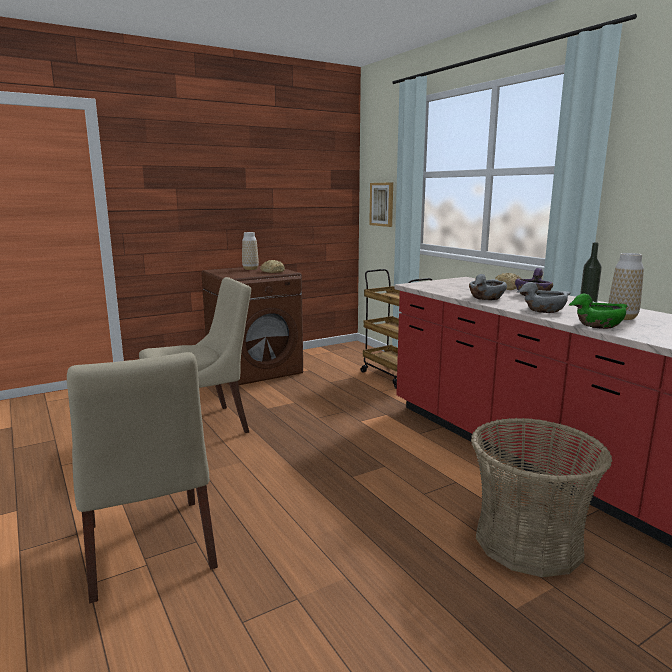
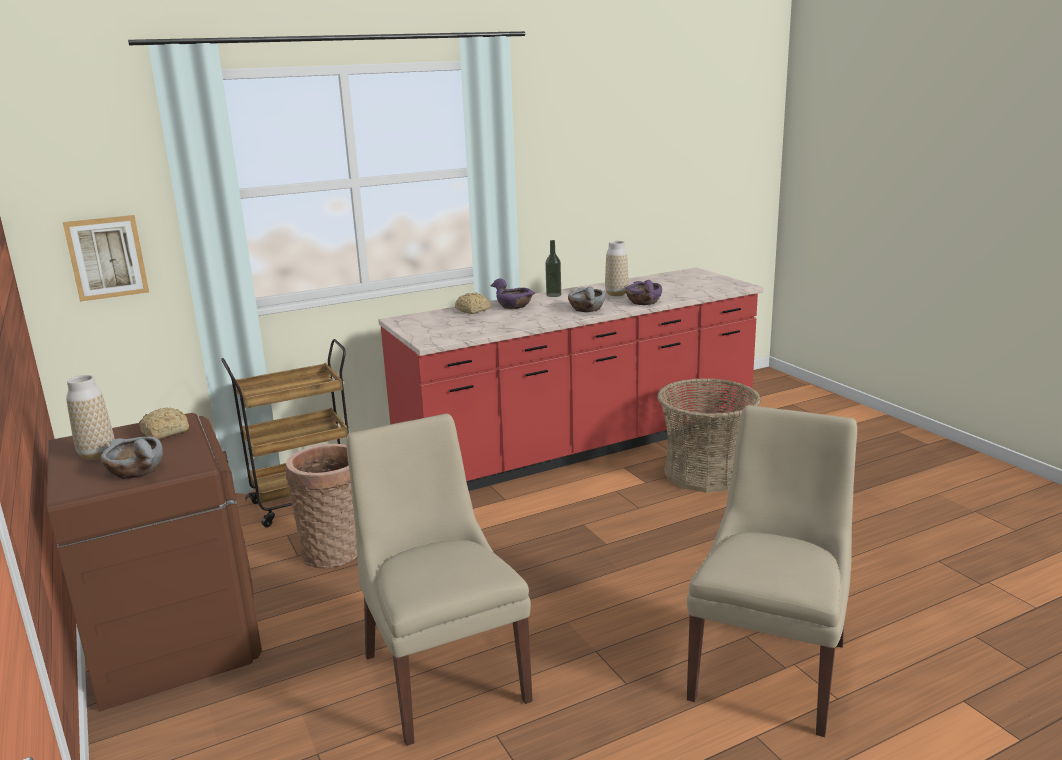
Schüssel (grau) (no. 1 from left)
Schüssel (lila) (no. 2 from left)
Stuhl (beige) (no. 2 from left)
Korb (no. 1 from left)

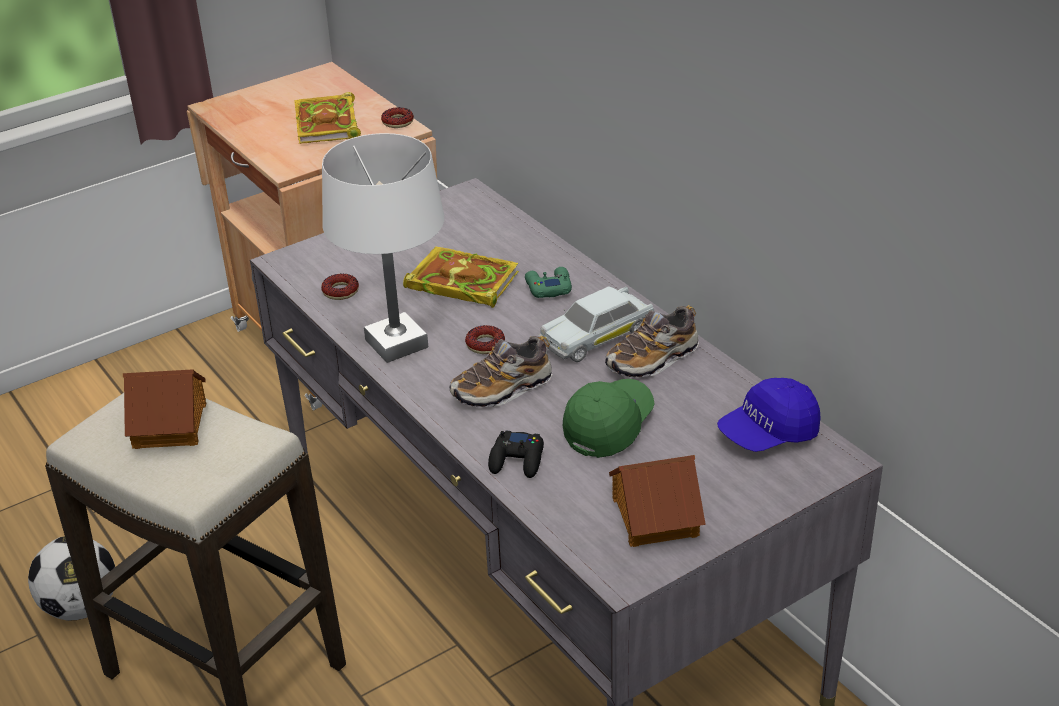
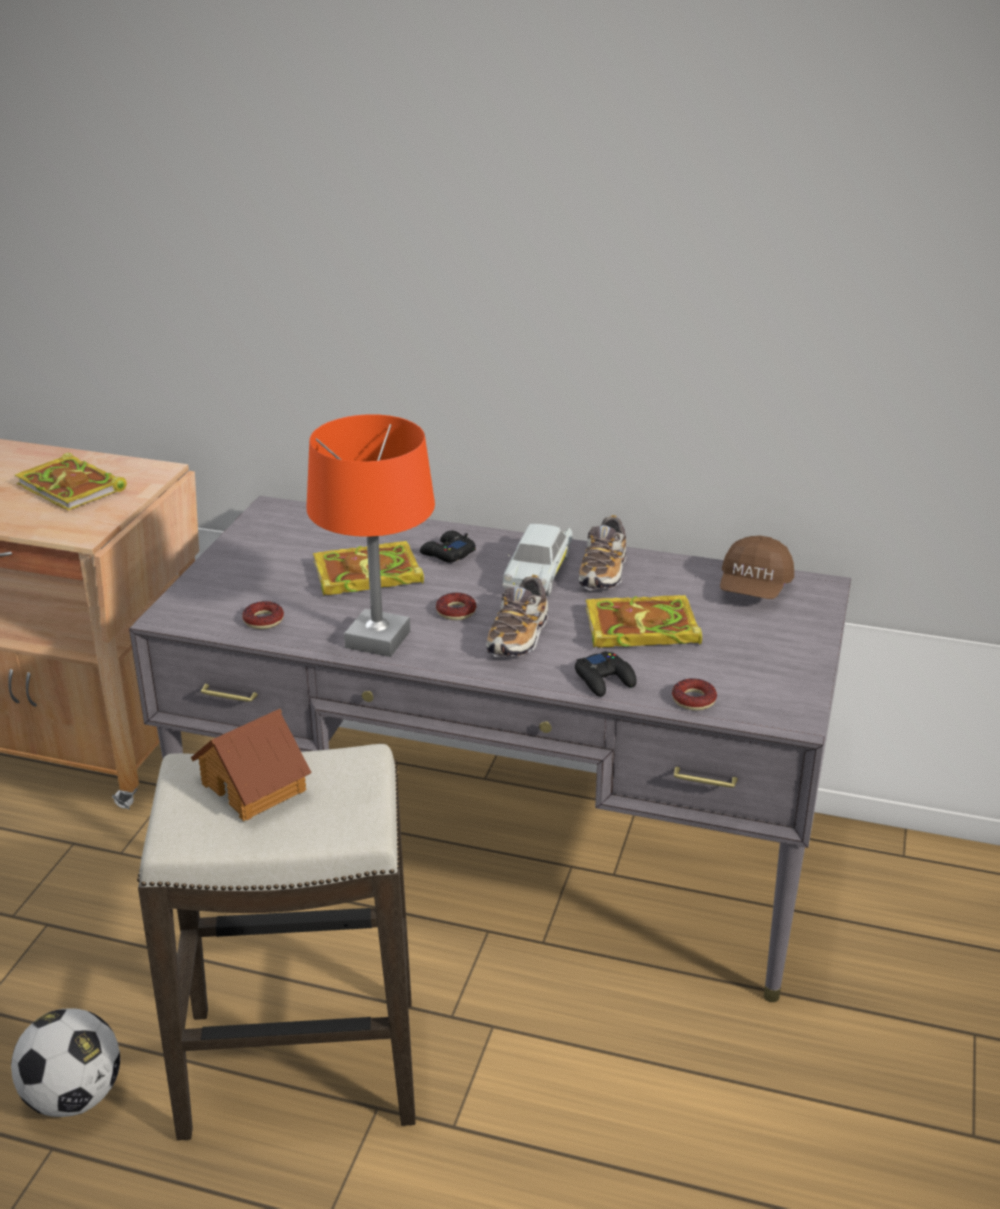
Donut (no. 3 from left)
Tischlampe (orange)
Gamepad (schwarz) (no. 1 from left)
Kappe (braun)
Buch (no. 3 from left)
Spielzeughaus (no. 2 from left in the first image)

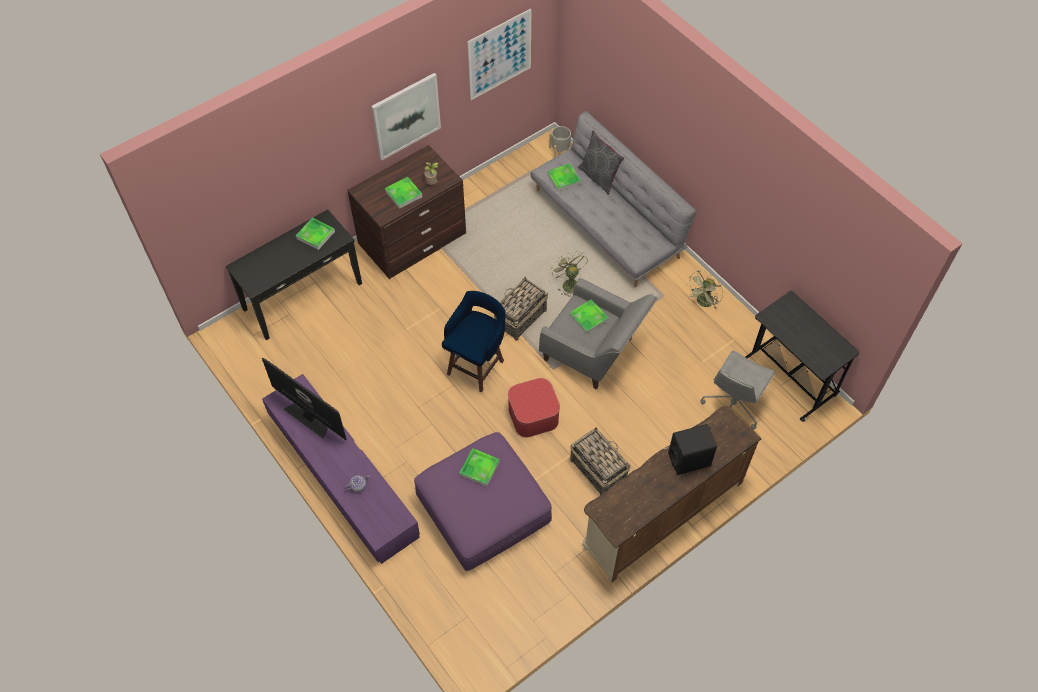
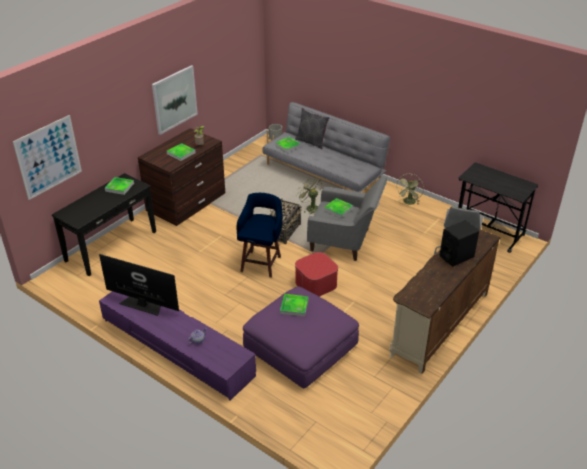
Bild (no. 1 from left)
Korb (no. 2 from left in the first image)

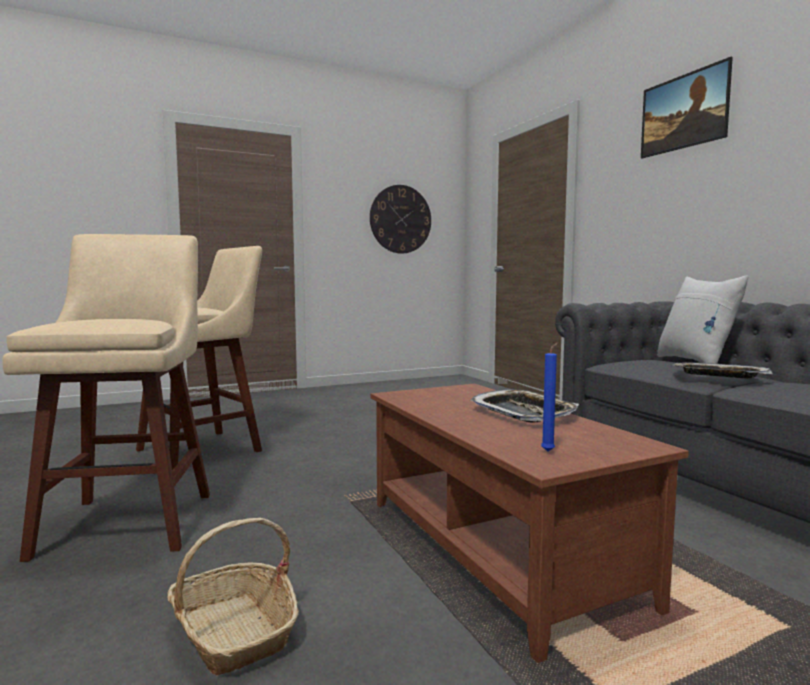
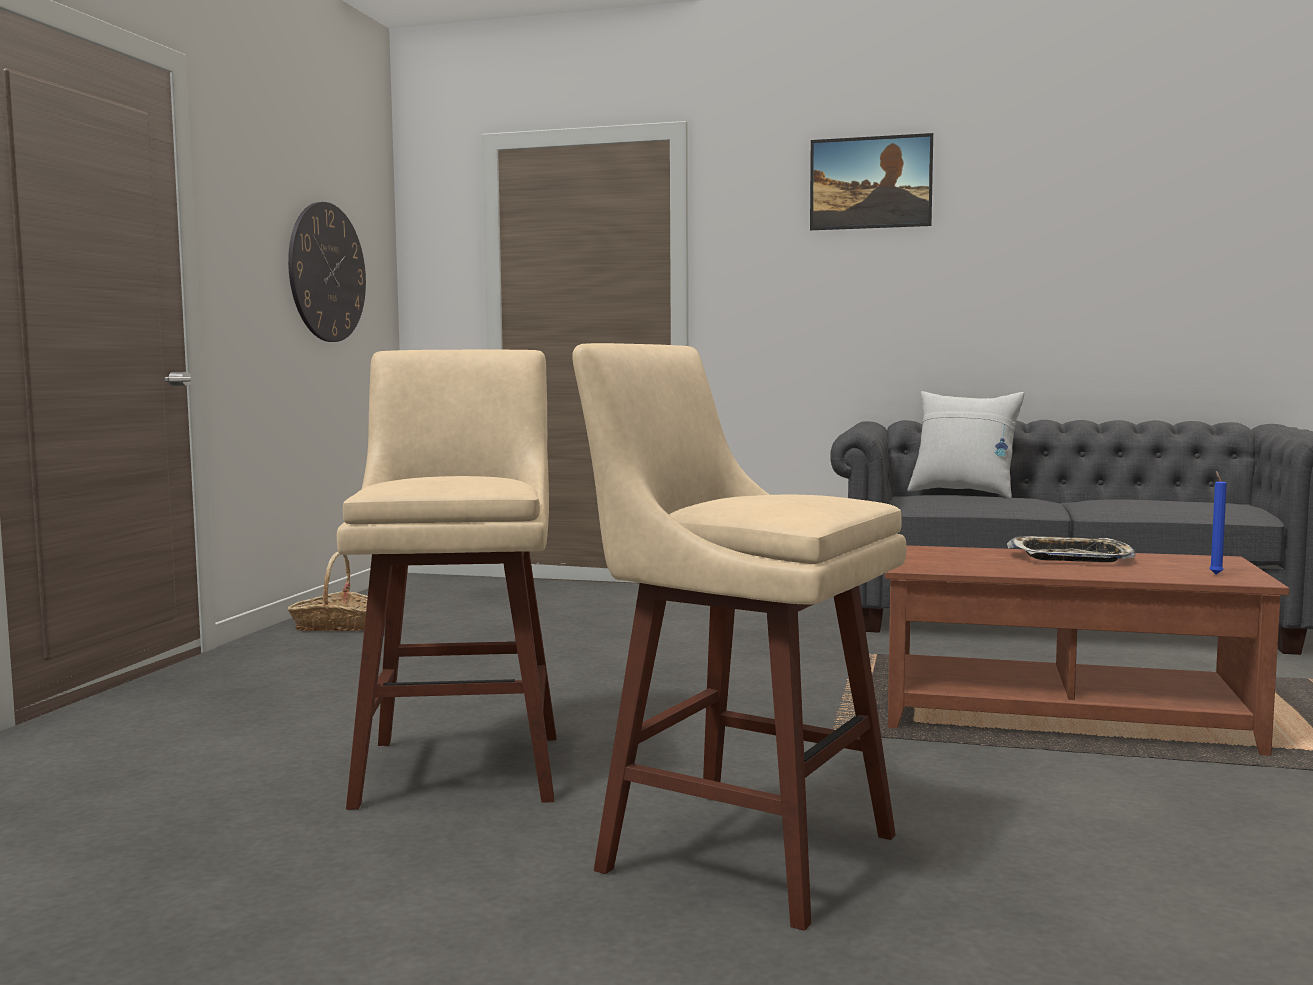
Tablett (no. 2 from left in the first image)
Korb

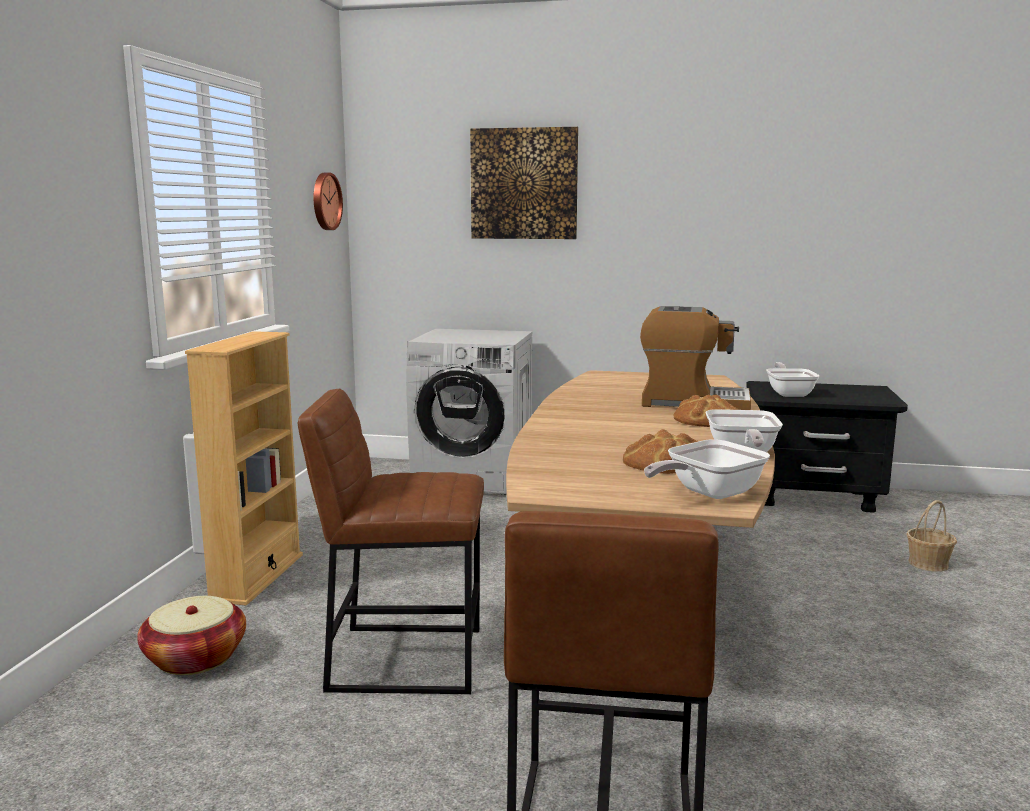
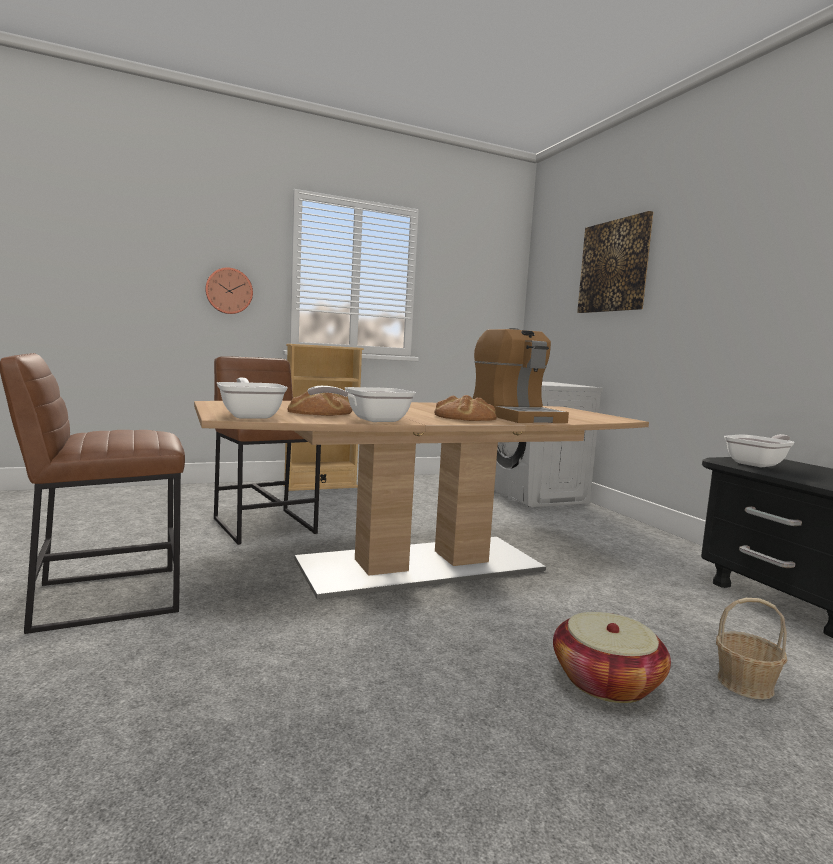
Wanduhr
Pfanne (no. 1 from left)
Korb (no. 1 from left)

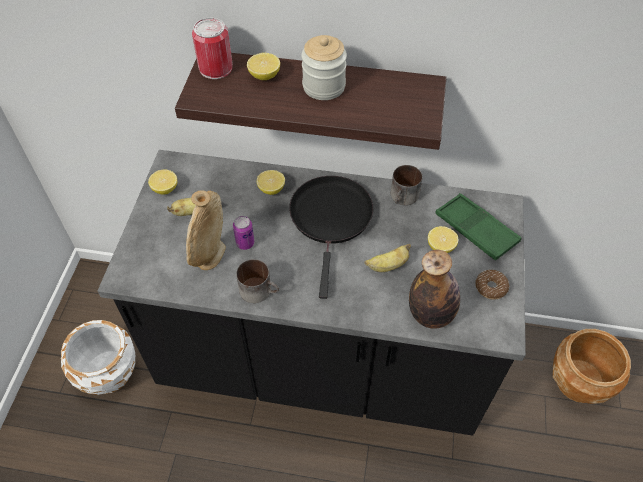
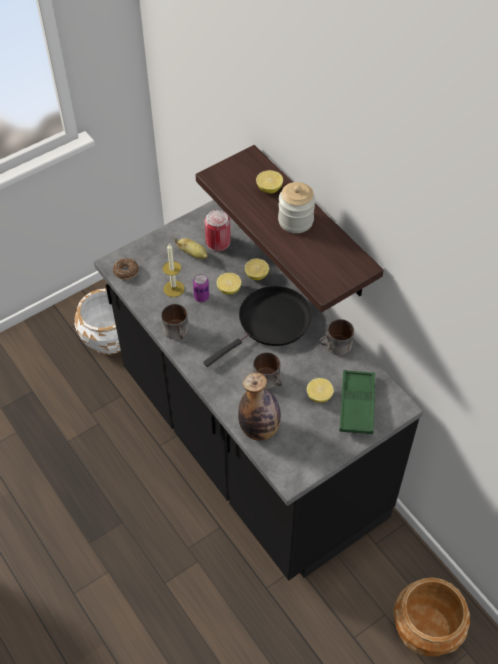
Dose (no. 2 from left)
Zitrone (no. 1 from left)
Kerze
Henkelbecher (no. 2 from left)
Donut

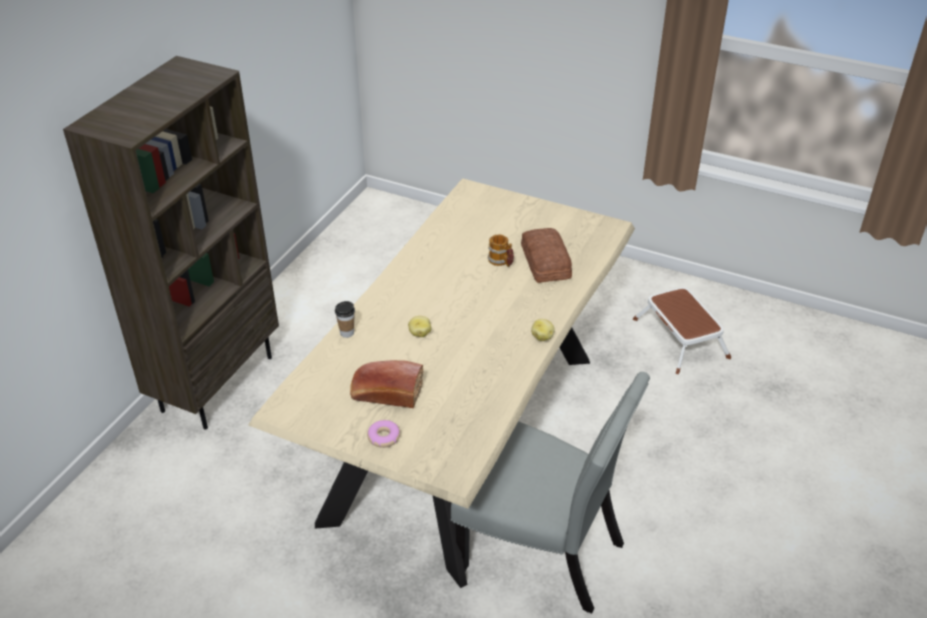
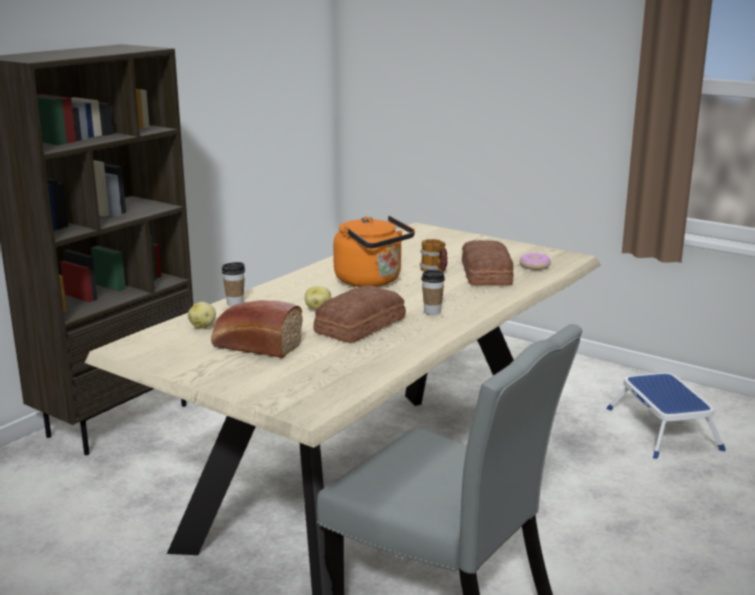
Trittleiter (blau)
Kartoffel (no. 1 from left)
Donut
Wasserkessel (orange)
Tasse (no. 2 from left)
Brot (no. 2 from left)

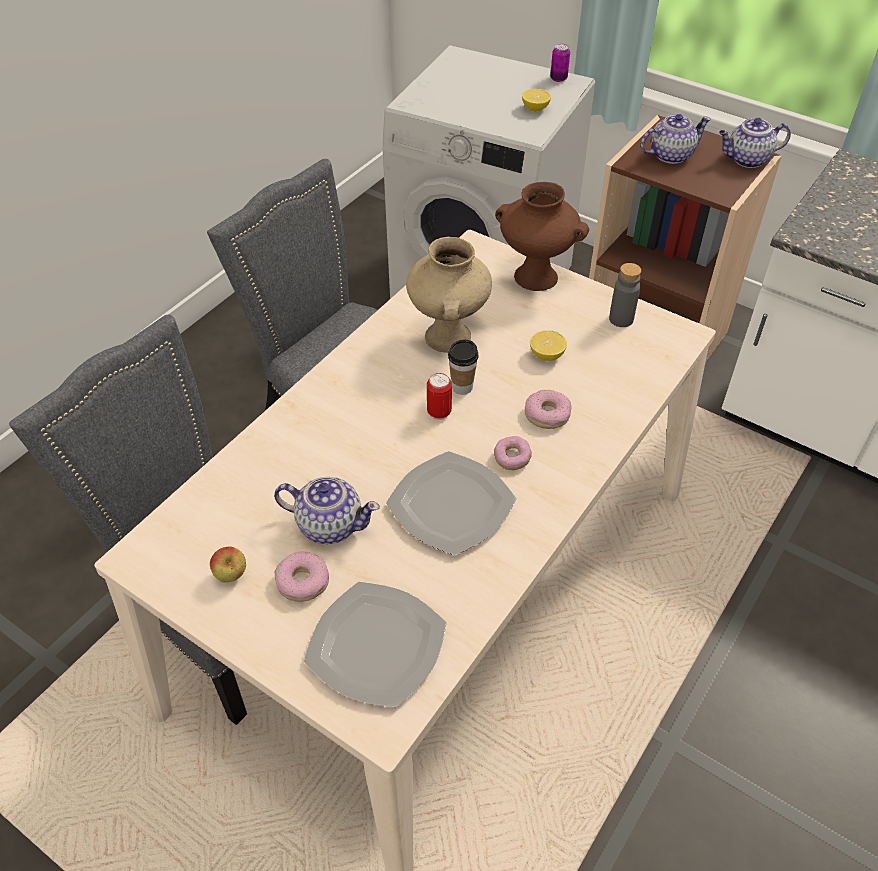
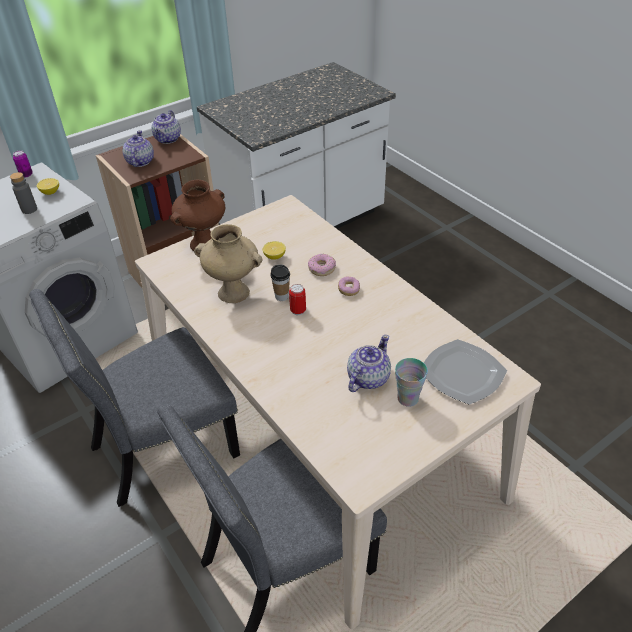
Flasche (grau)
Teller (no. 2 from left in the first image)
Apfel
Tasse (no. 2 from left)

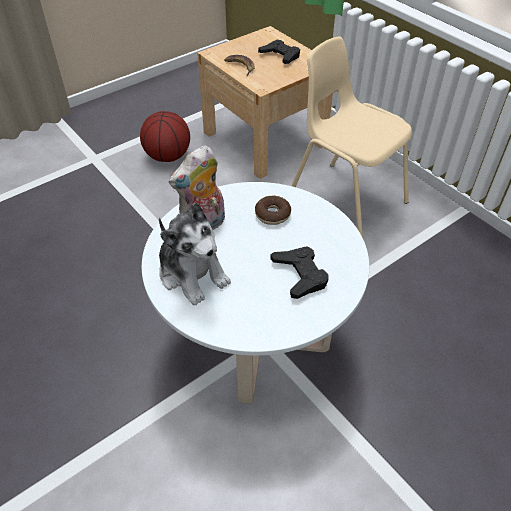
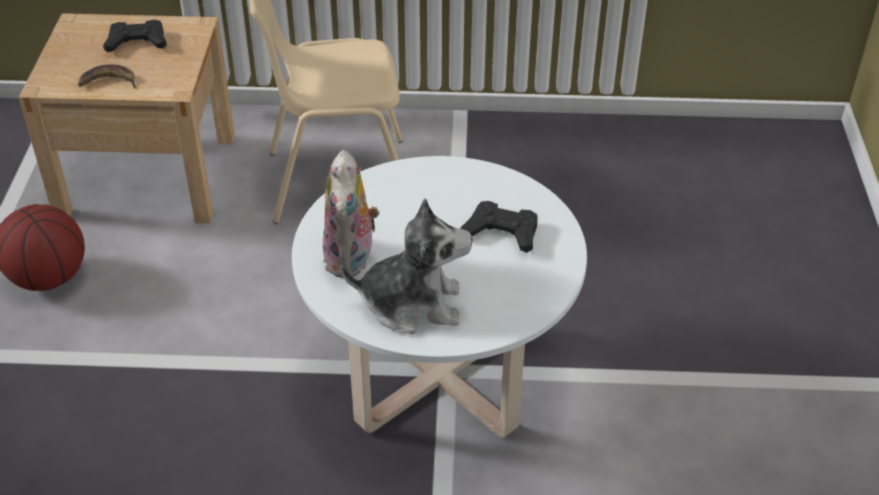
Donut

